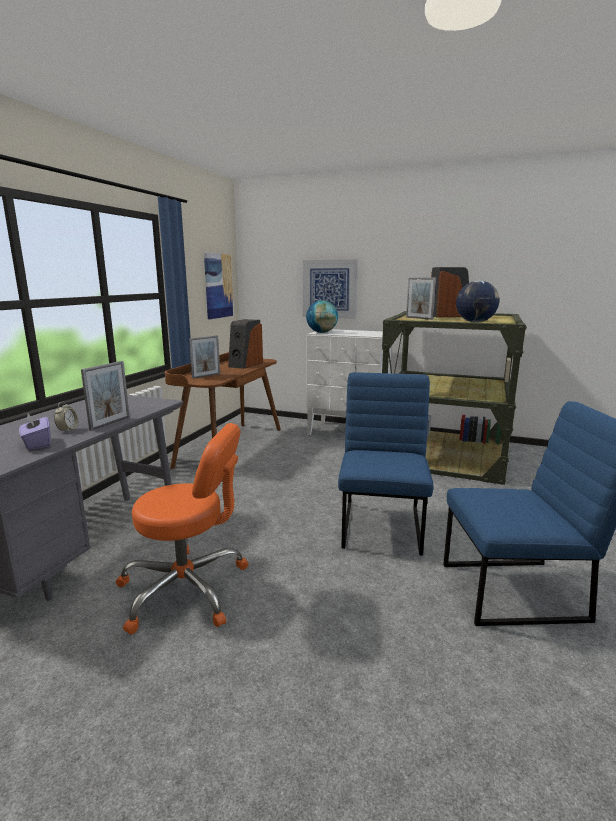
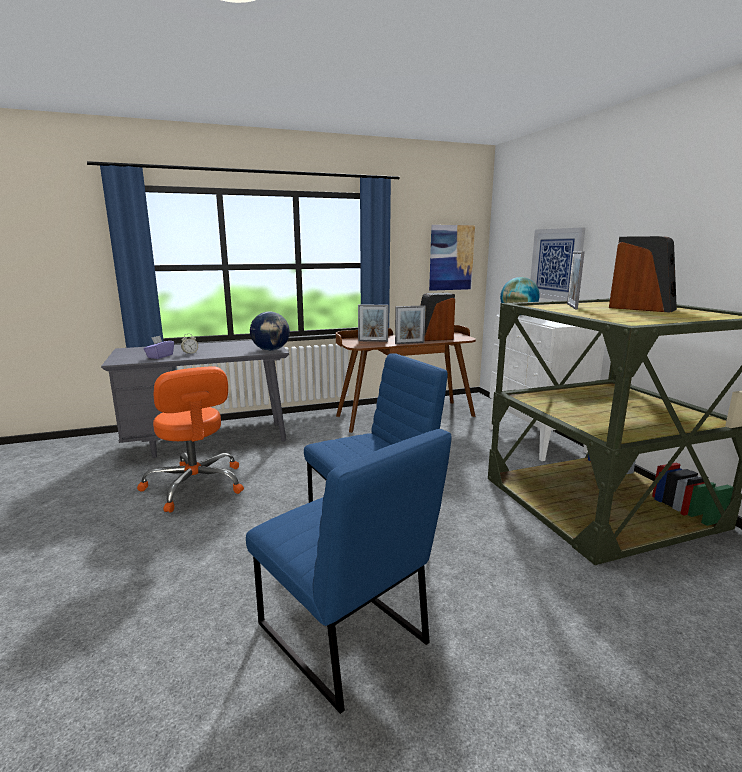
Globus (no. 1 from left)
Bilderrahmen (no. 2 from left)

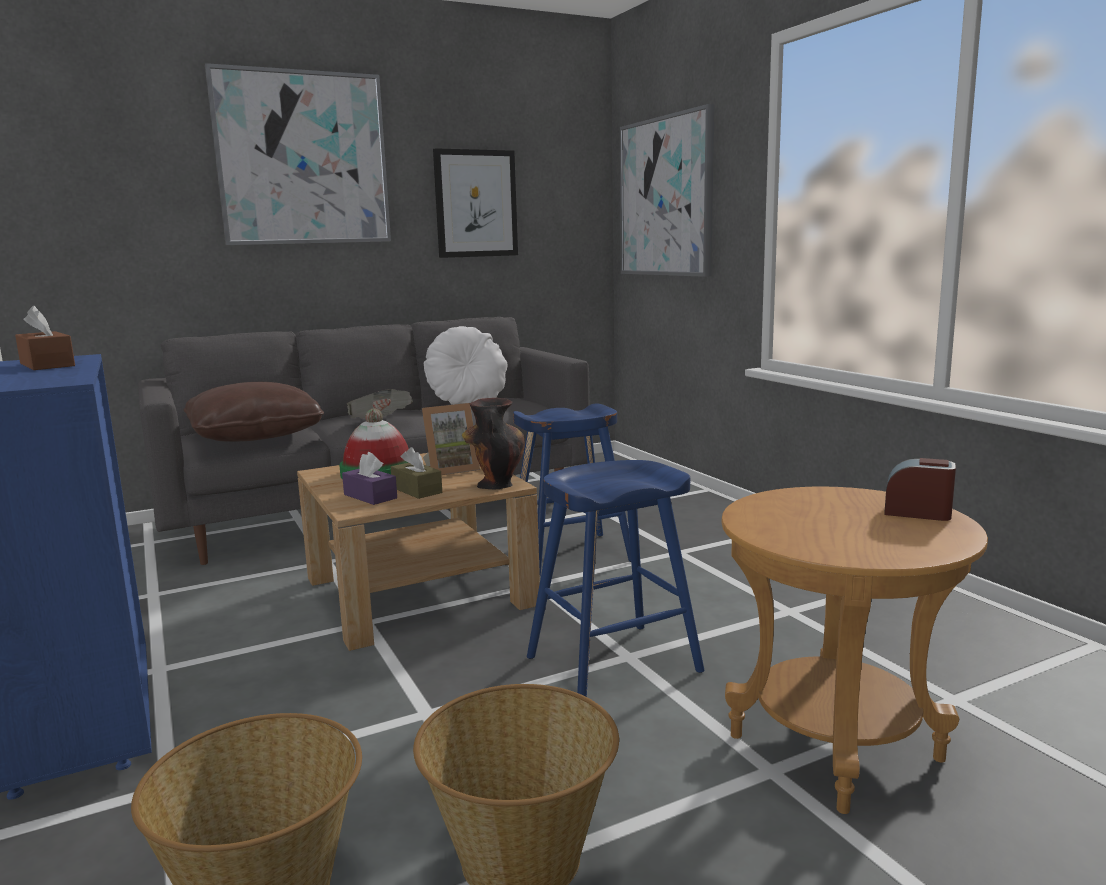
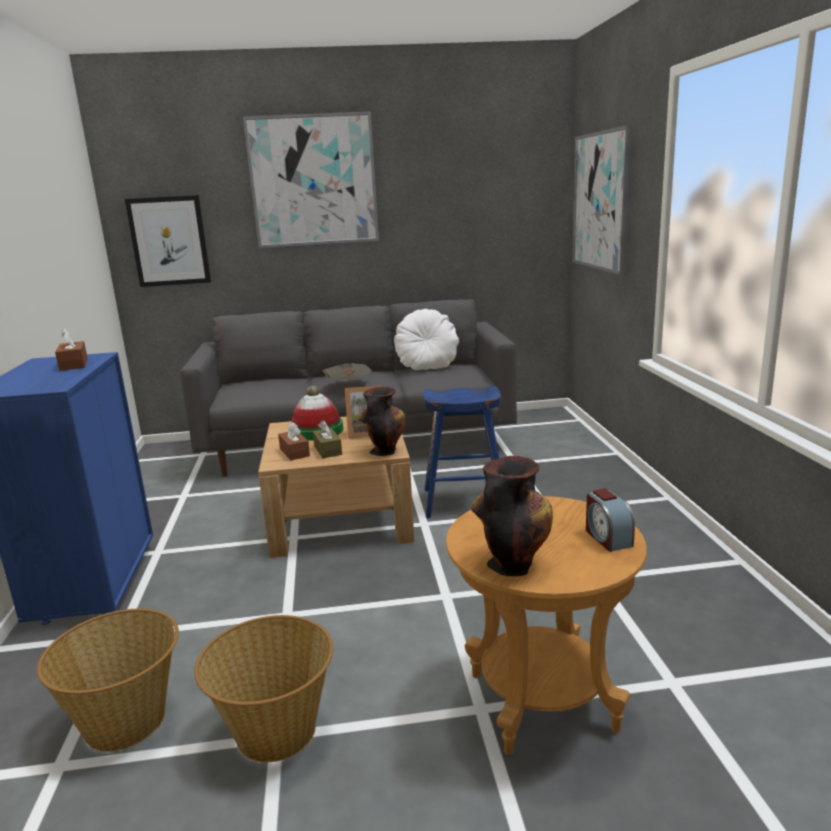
Bild (no. 1 from left)
Kissen (braun)
Taschentuchbox (braun) (no. 2 from left)
Wecker
Hocker (blau) (no. 2 from left in the first image)
Vase (no. 2 from left)

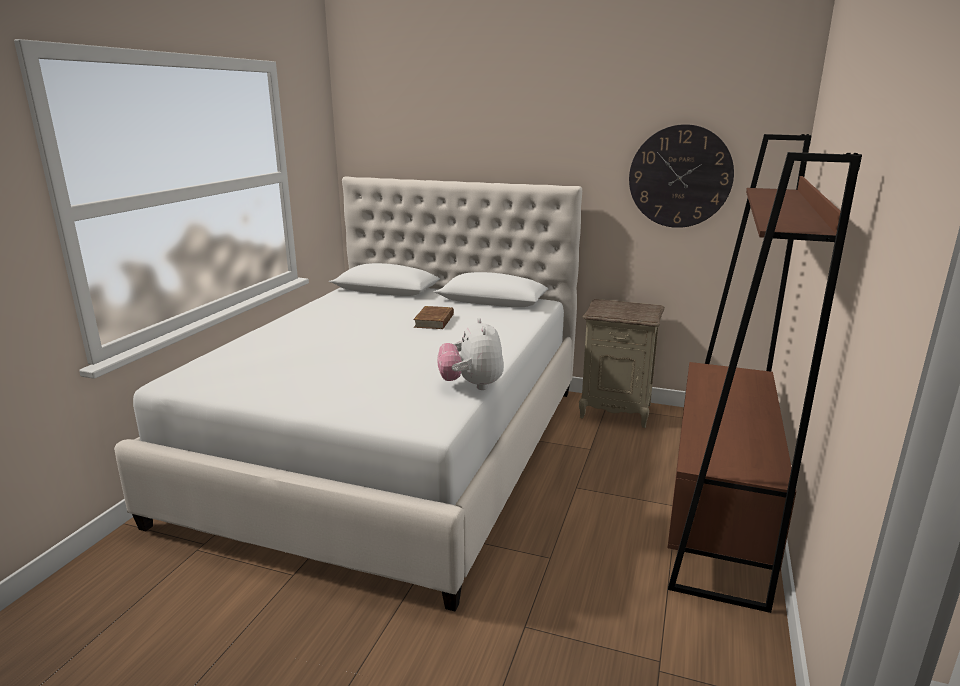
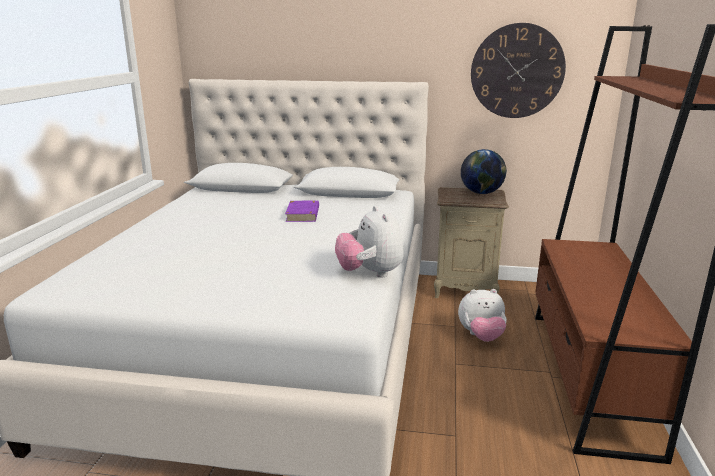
Buch (lila)
Globus
Plüschtier (no. 2 from left)

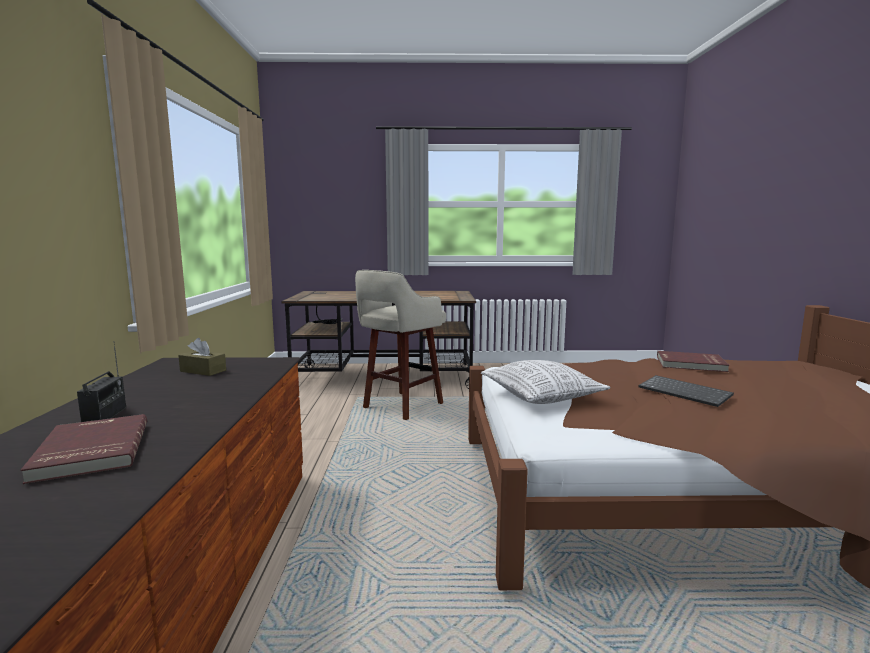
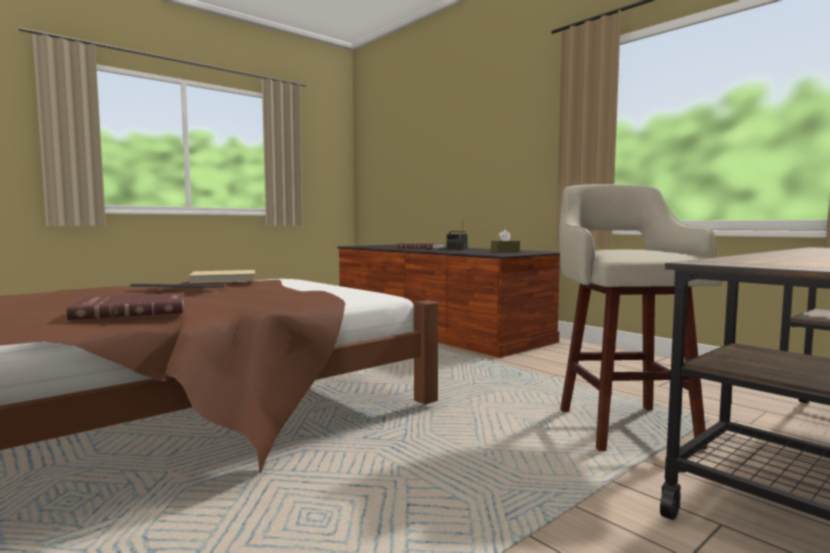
Kissen
Buch (beige)

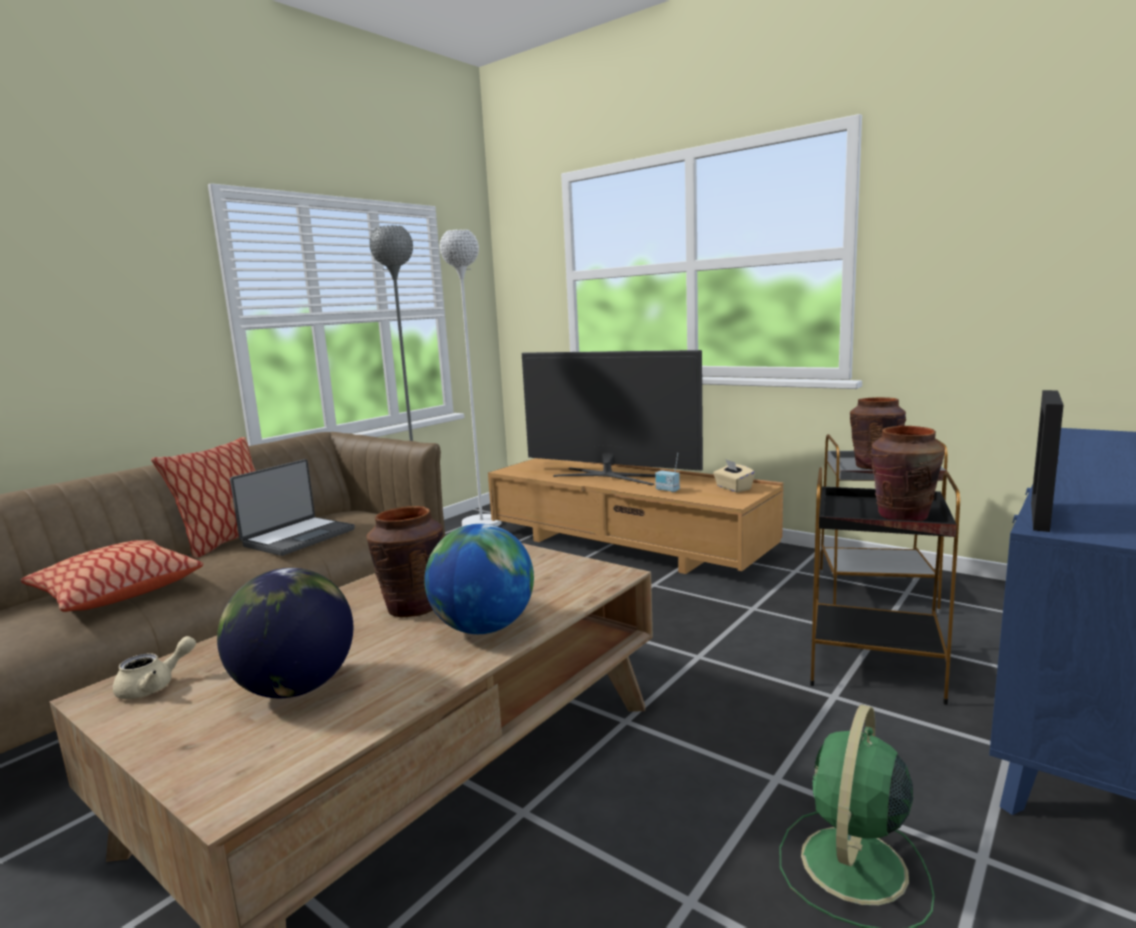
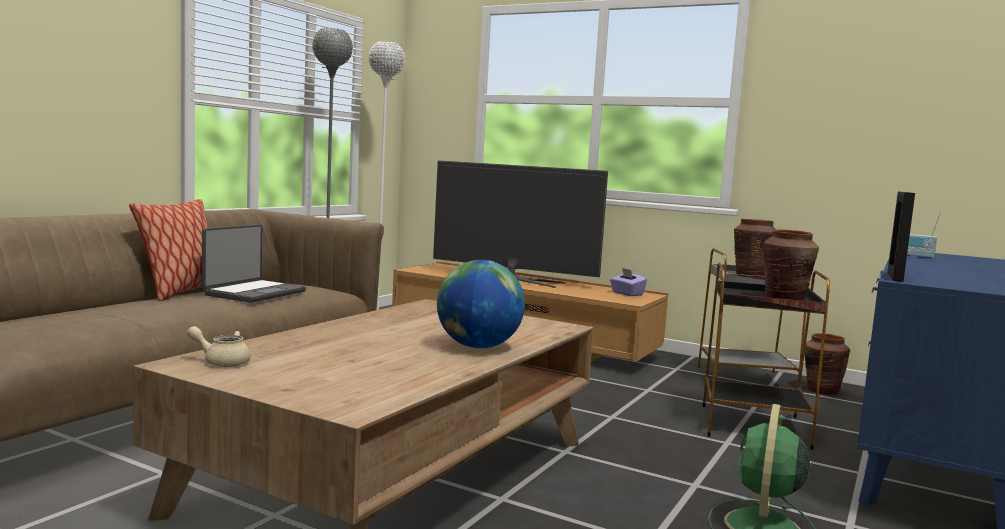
Radio
Taschentuchbox (lila)
Vase (braun) (no. 3 from left)
Kissen (no. 1 from left in the first image)
Globus (no. 1 from left in the first image)
Teekanne (beige)

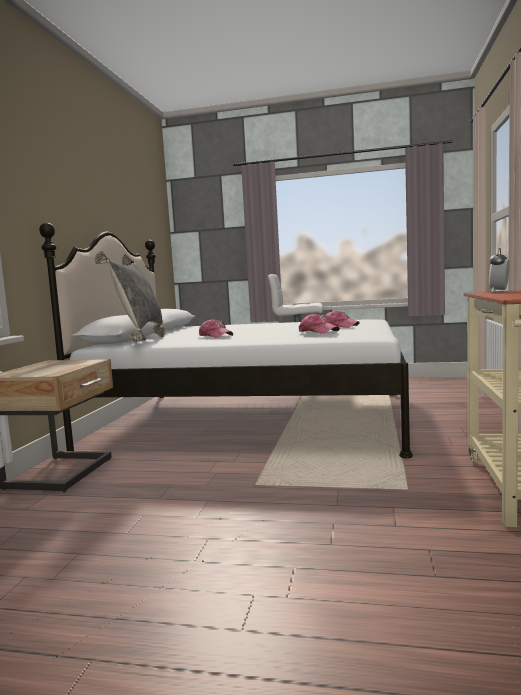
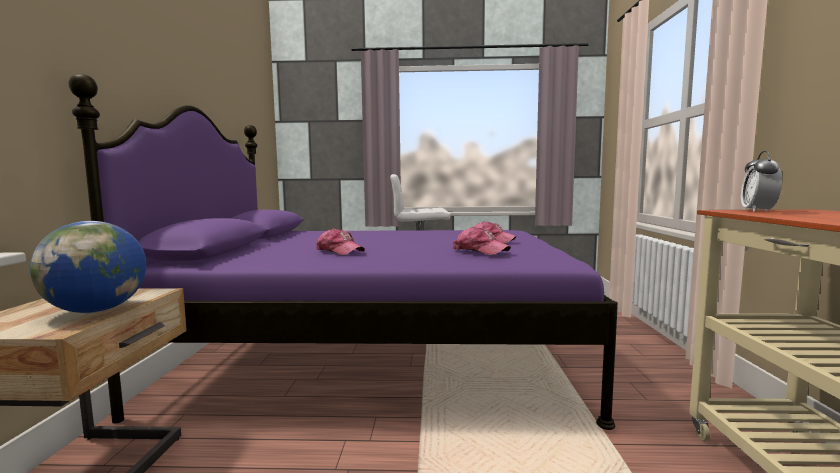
Bett (lila)
Kissen
Globus

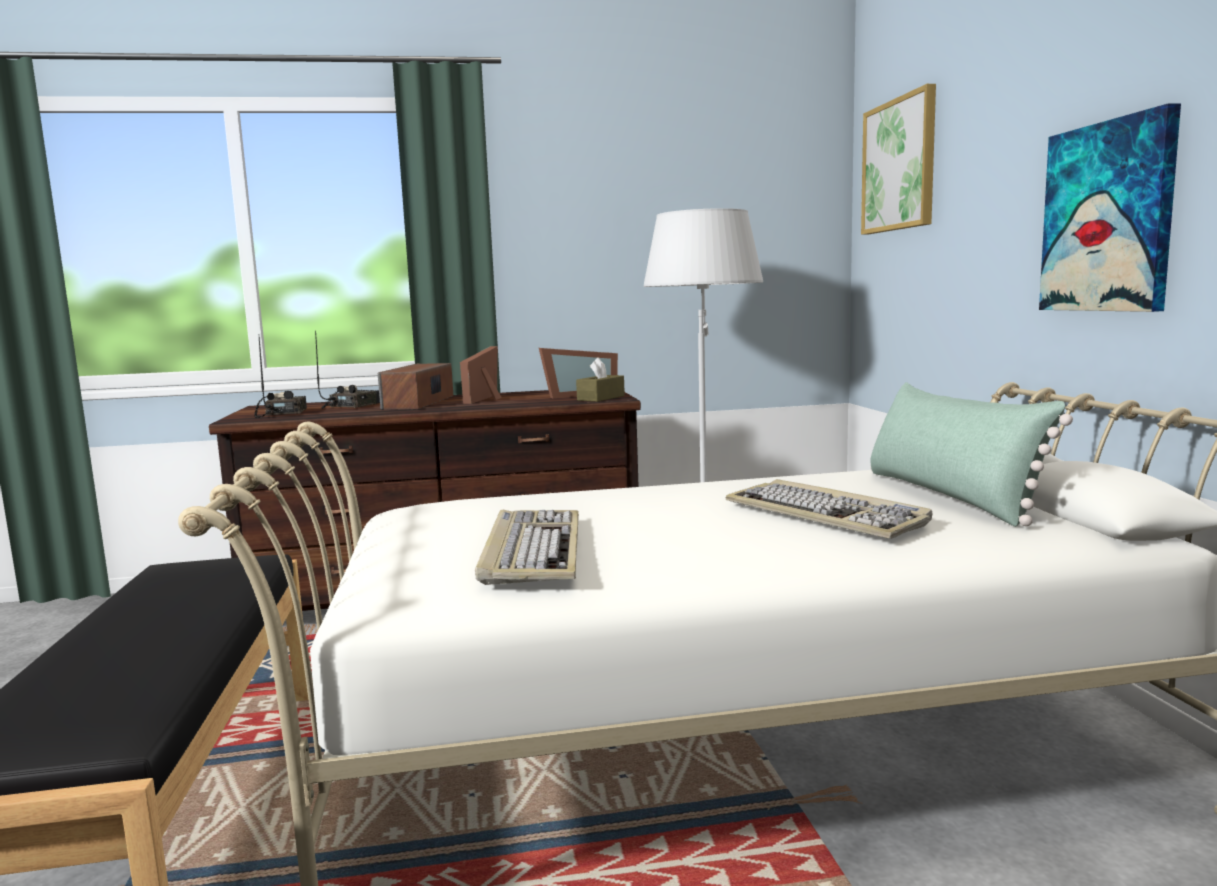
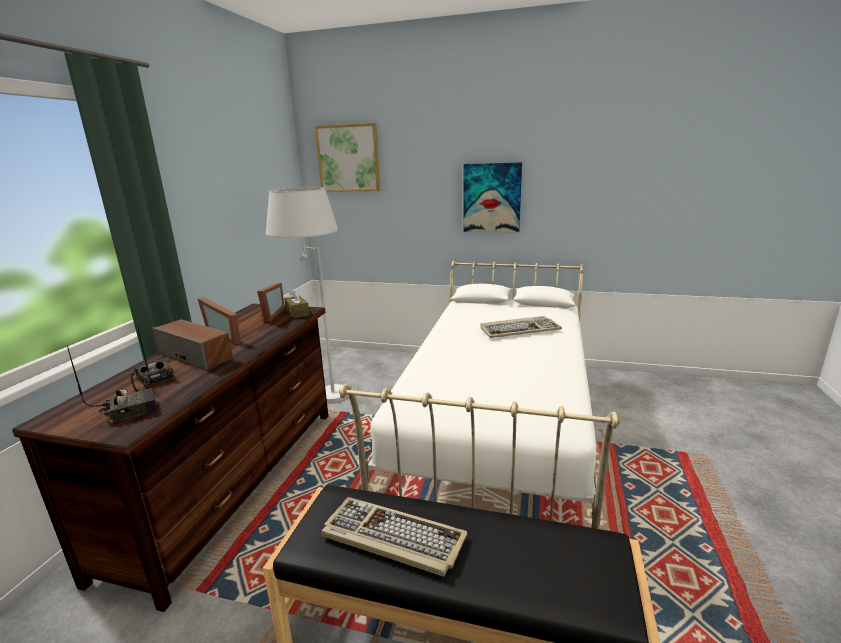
Radio (no. 1 from left)
Kissen (grün)
Tastatur (no. 1 from left)

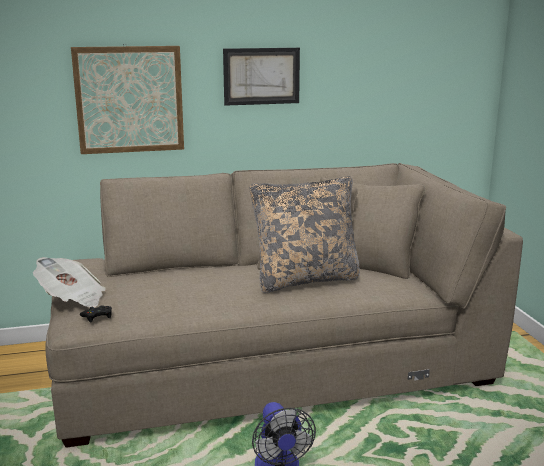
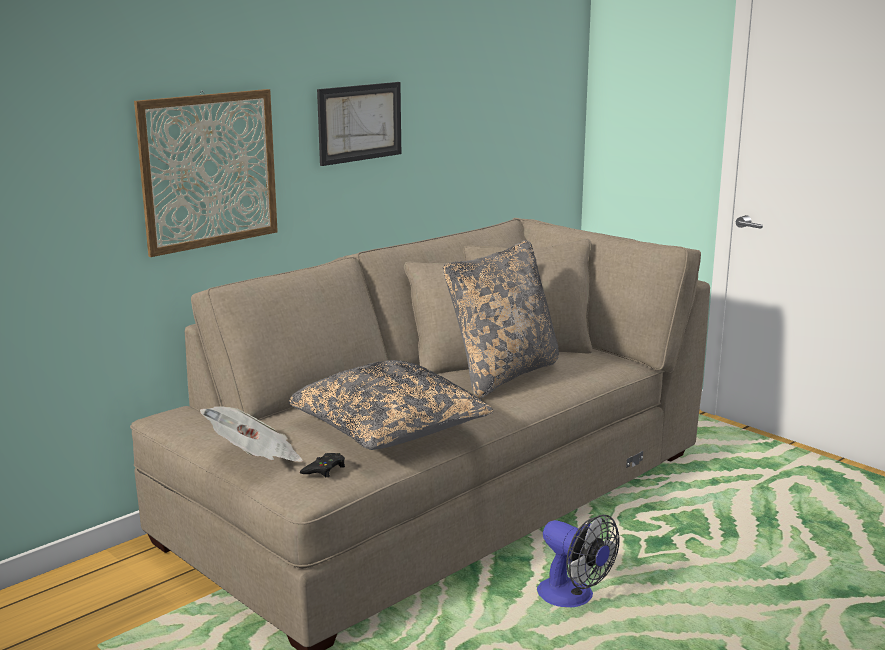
Kissen (grau) (no. 1 from left)

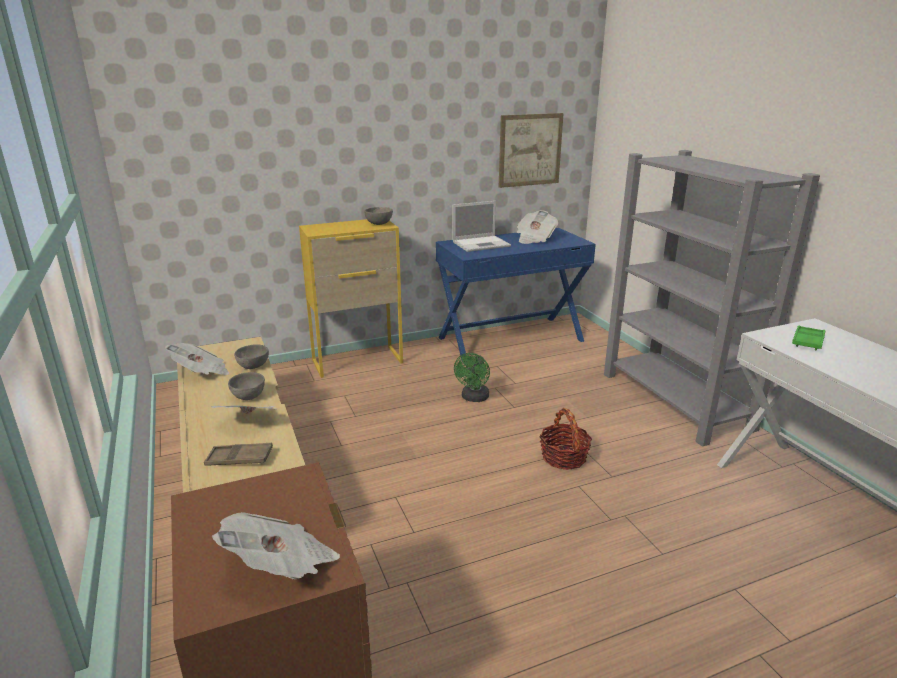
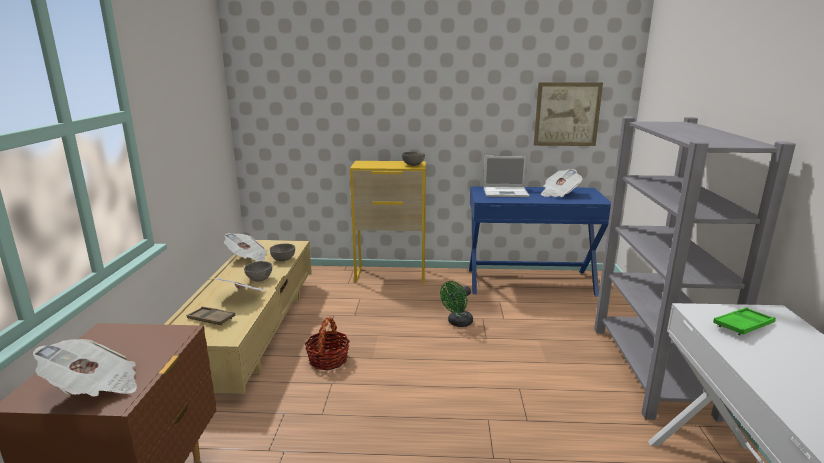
Korb

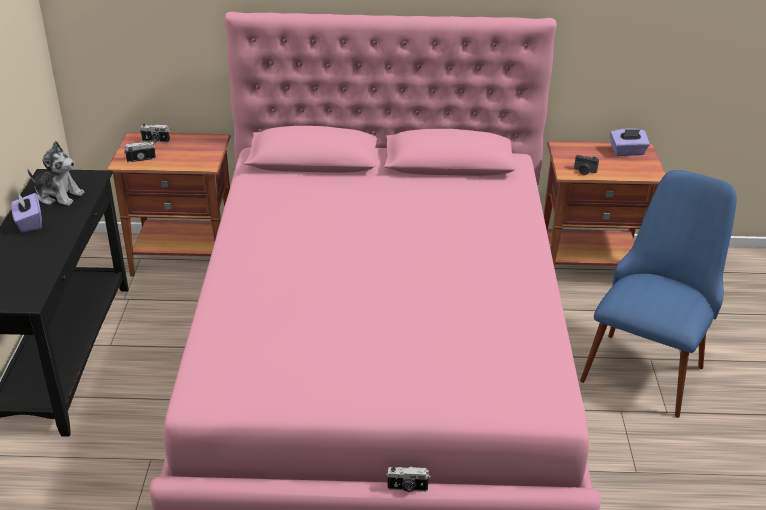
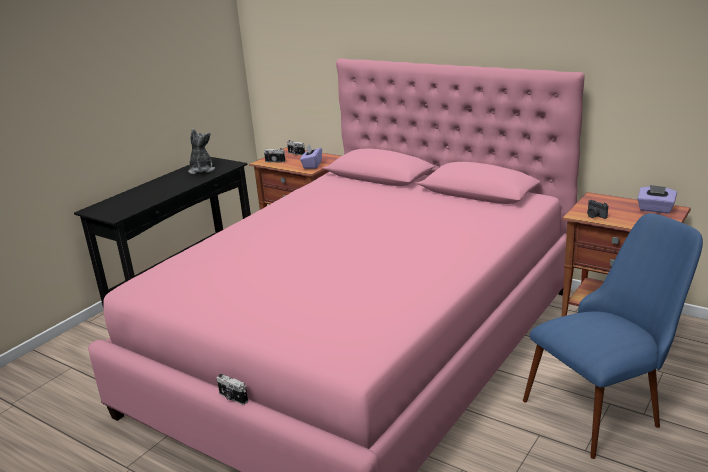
Plüschtier
Taschentuchbox (lila) (no. 1 from left)

